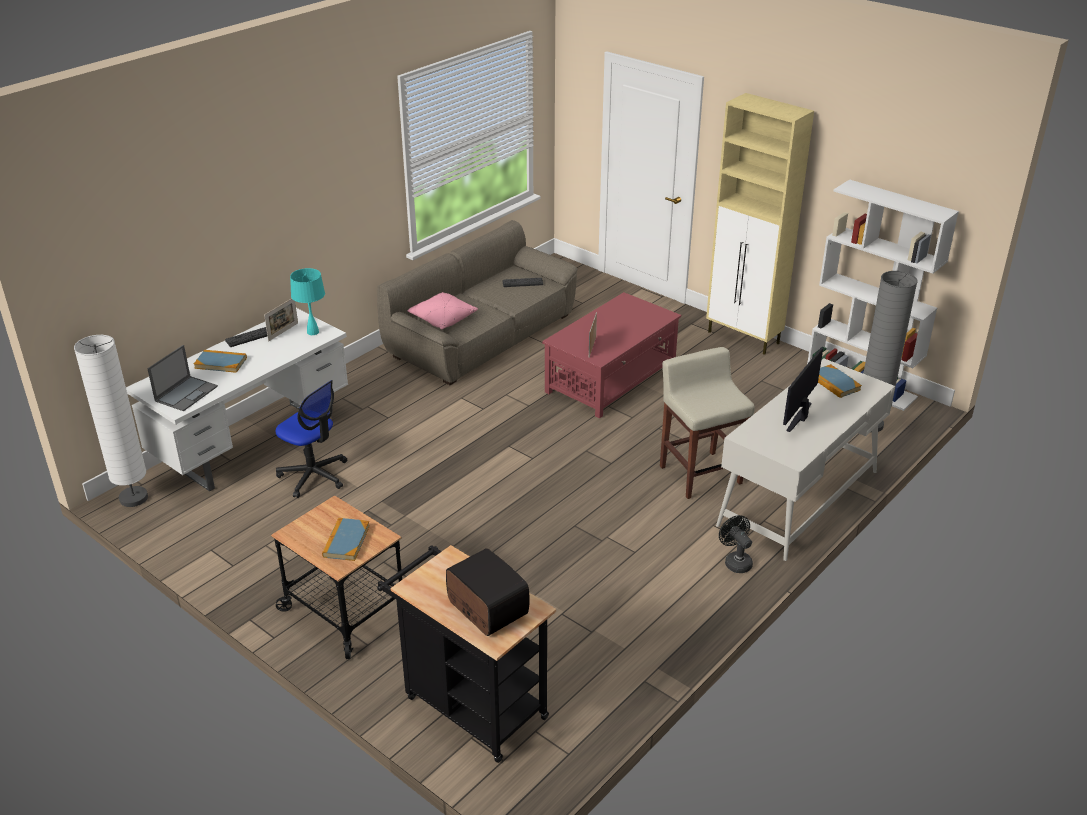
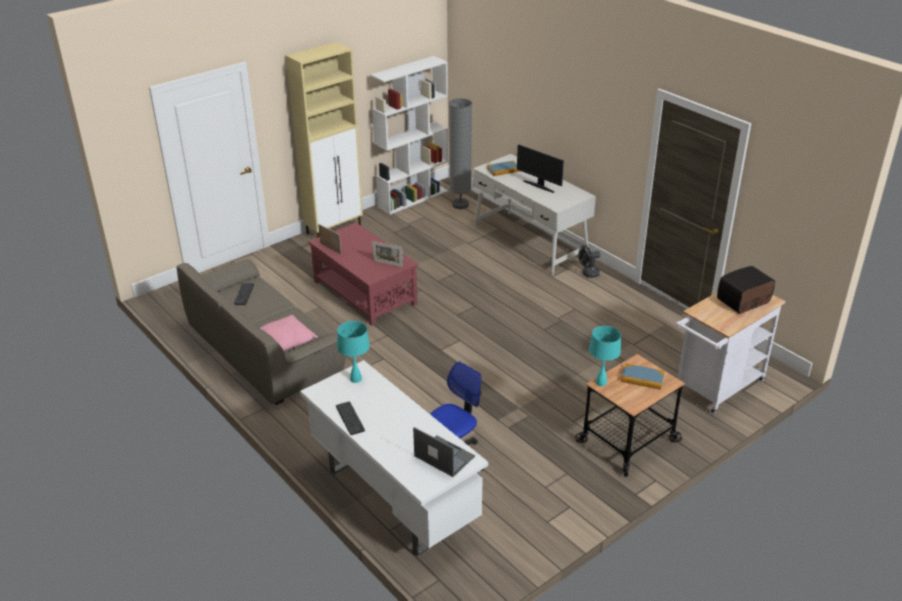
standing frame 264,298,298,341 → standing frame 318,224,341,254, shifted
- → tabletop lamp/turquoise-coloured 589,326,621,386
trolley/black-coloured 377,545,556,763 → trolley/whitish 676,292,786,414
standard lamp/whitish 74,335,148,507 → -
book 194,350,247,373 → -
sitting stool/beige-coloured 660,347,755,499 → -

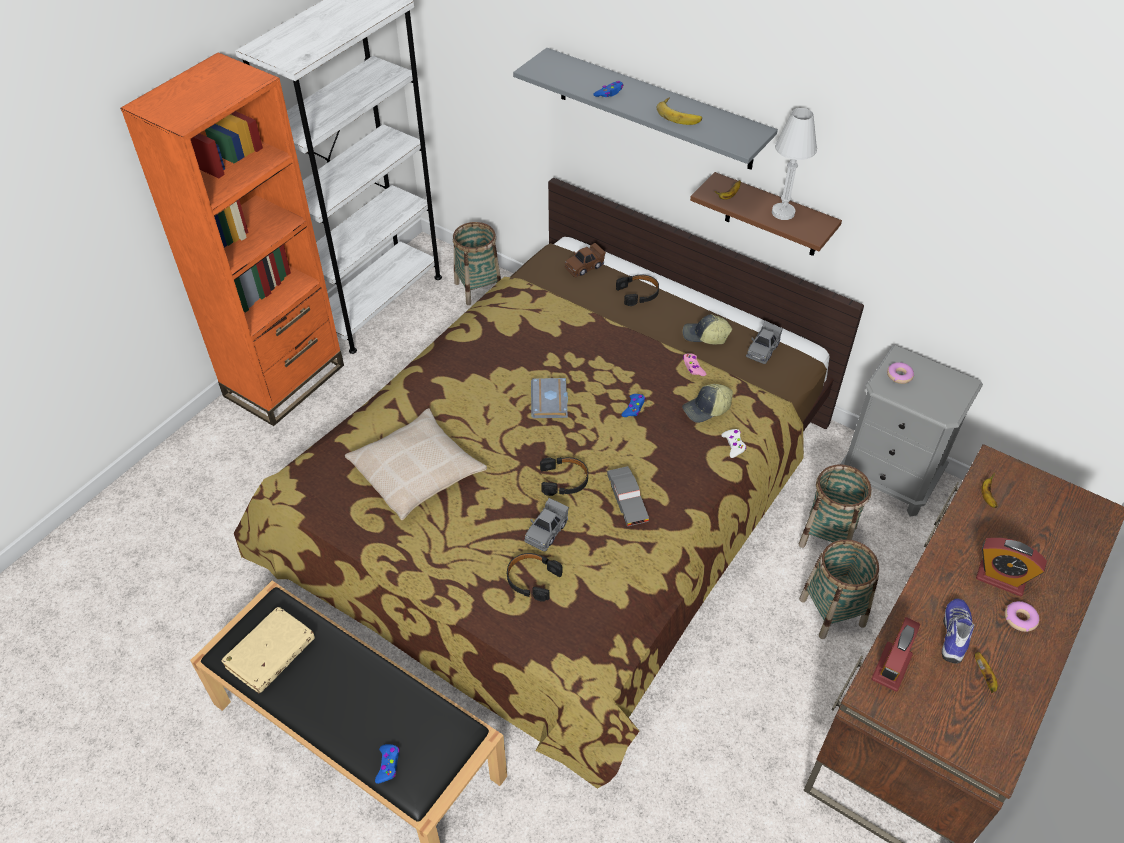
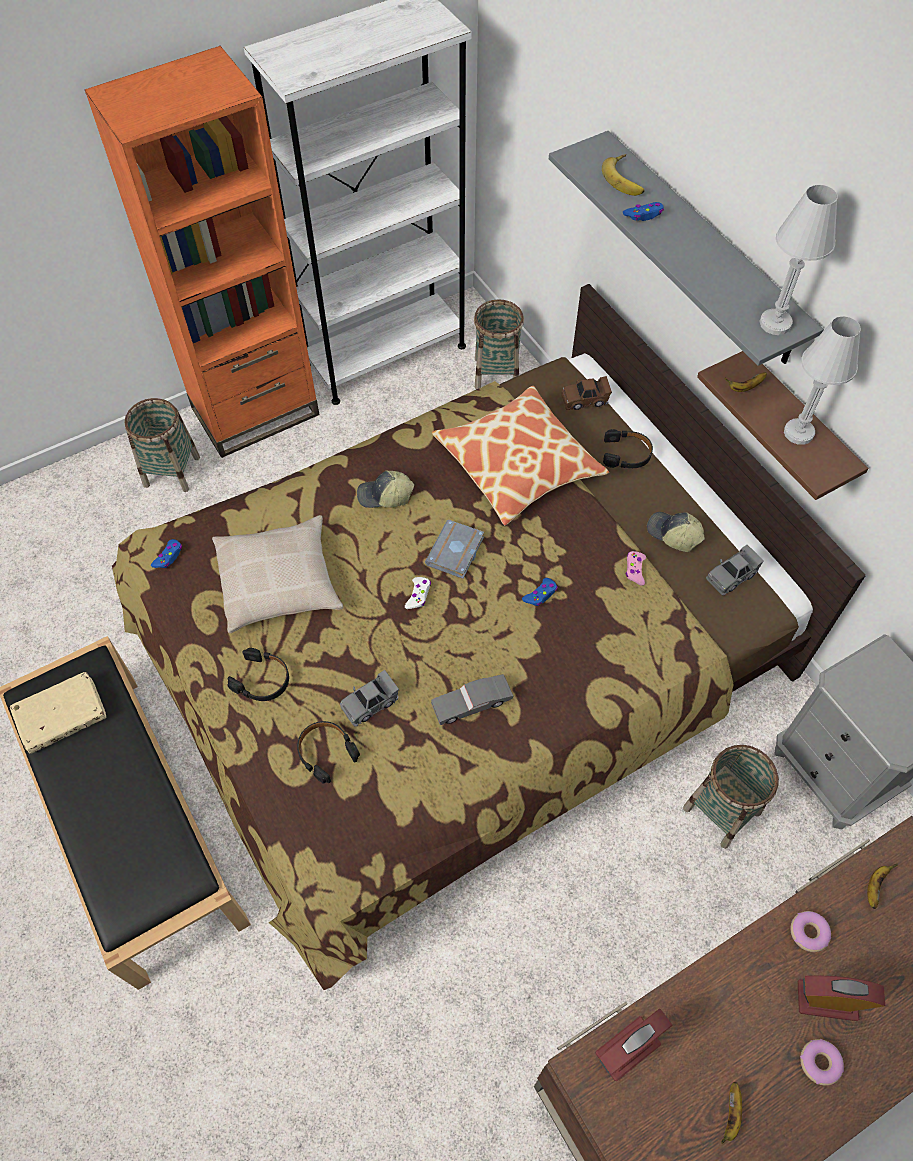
basket 799,539,879,639 → basket 125,398,200,492, shifted
joypad/blue-coloured 375,744,400,784 → joypad/blue-coloured 151,539,182,568, shifted
headphones/black-coloured 540,457,588,496 → headphones/black-coloured 227,648,289,701, shifted
cap 682,384,733,423 → cap 357,471,414,508, shifted
joypad/whitish 721,429,746,458 → joypad/whitish 405,577,431,609, shifted
model car/grey 607,466,649,527 → model car/grey 431,674,514,725, 60 degrees clockwise
- → pillow 432,386,609,526
banana 656,97,702,125 → banana 602,154,644,196, shifted
- → tabletop lamp/whitish 760,185,838,335
donut 887,362,914,384 → donut 790,911,831,952, shifted
alarm clock 976,538,1047,596 → alarm clock 798,975,885,1021, 135 degrees clockwise
shoe 942,598,974,664 → -

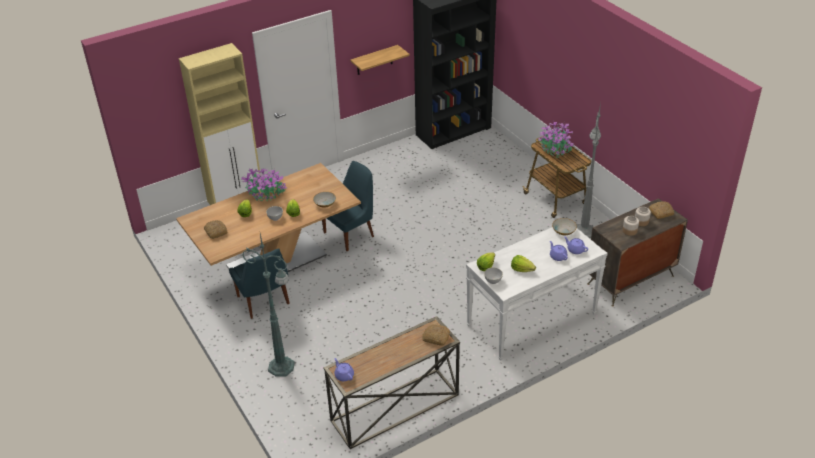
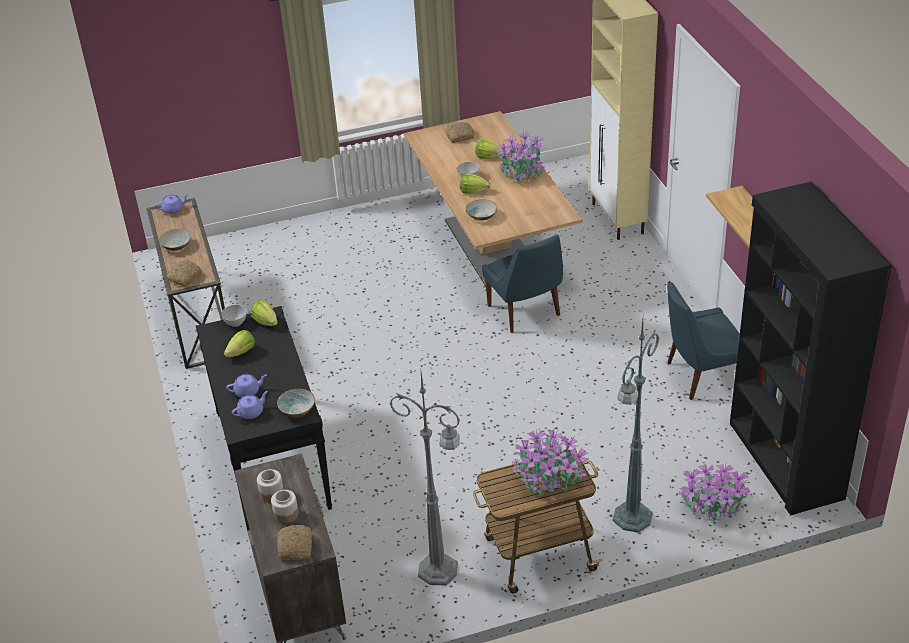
- → serving bowl 159,229,191,251
hall table/whitish 466,227,608,361 → hall table/black-coloured 196,306,332,510
standard lamp/green-coloured 242,234,295,377 → standard lamp/green-coloured 613,320,659,533, shifted
chair/blue-coloured 229,249,290,319 → chair/blue-coloured 667,281,740,400, shifted
- → houseplant 678,462,751,524

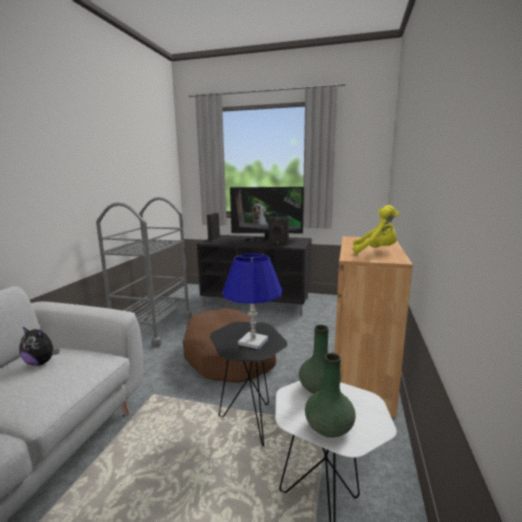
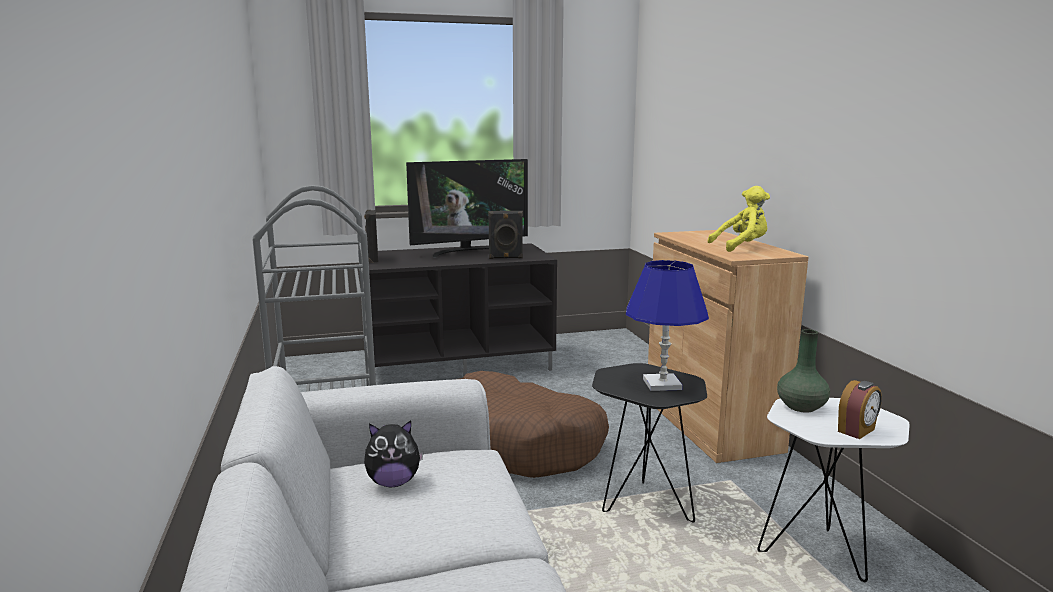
flower vase/green-coloured 305,353,356,438 → alarm clock 838,380,882,439

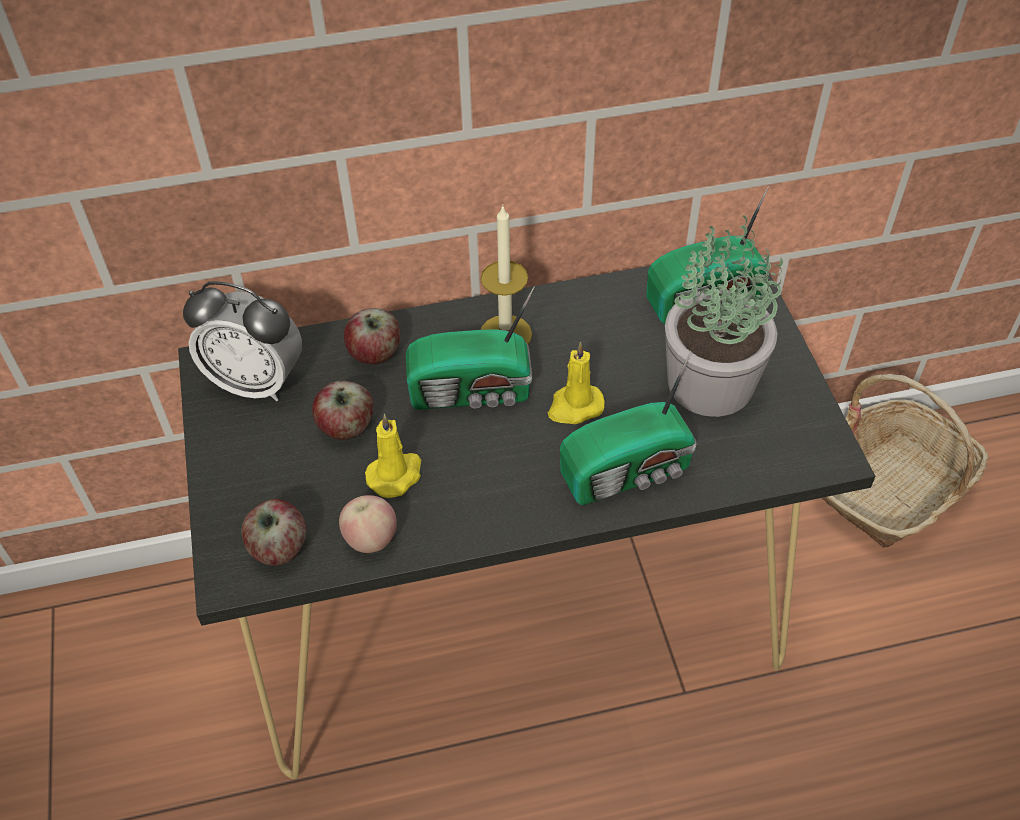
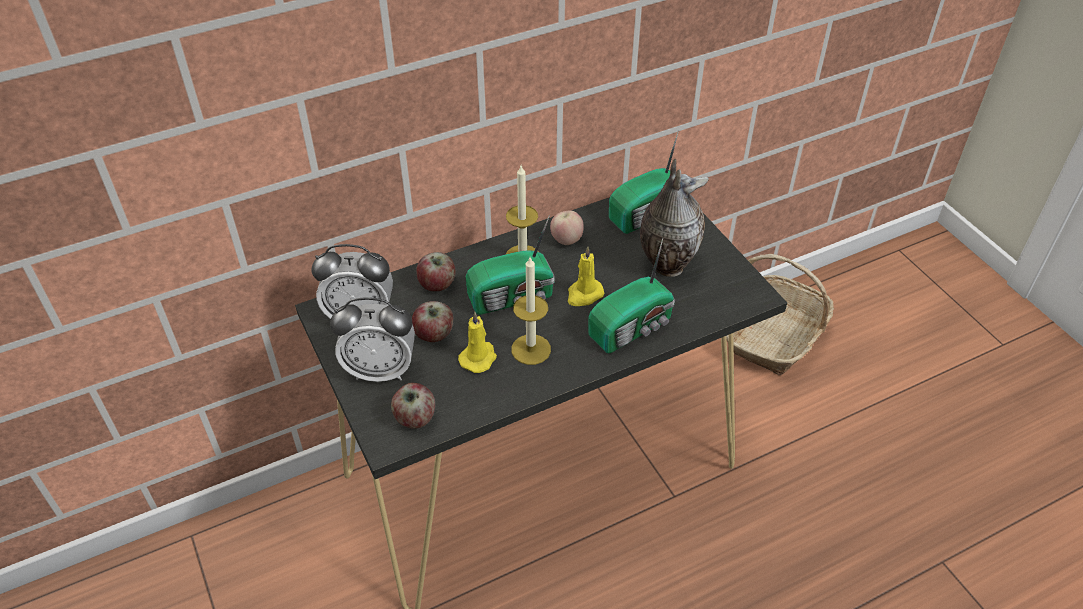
- → alarm clock 330,297,415,382
- → wax light 511,257,551,365
whole apple 339,495,397,553 → whole apple 550,210,584,245, shifted
houseplant 665,215,783,417 → flower vase 640,159,709,277

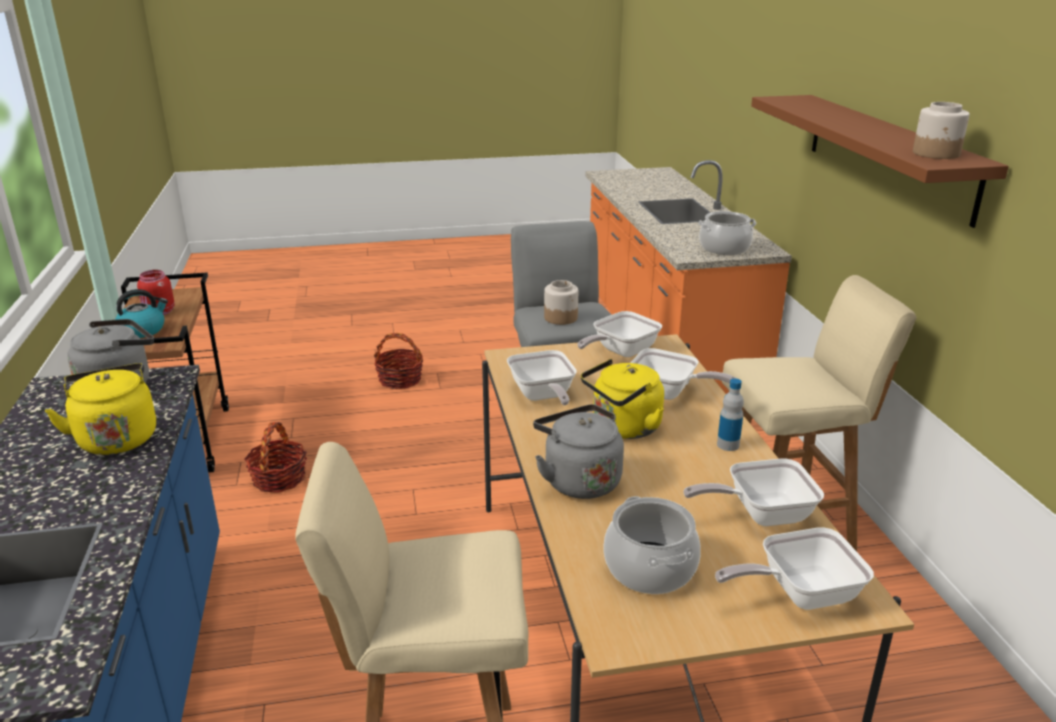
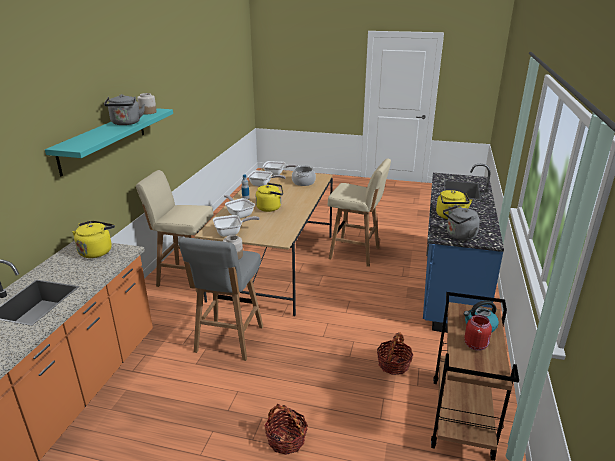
wall shelf/brown 751,95,1009,228 → wall shelf/turquoise-coloured 45,108,173,176
cooking pot 698,211,756,255 → tea kettle/yellow 72,220,115,258
tea kettle/grey 533,404,624,499 → tea kettle/grey 104,94,145,125, shifted
pan 507,350,577,405 → -

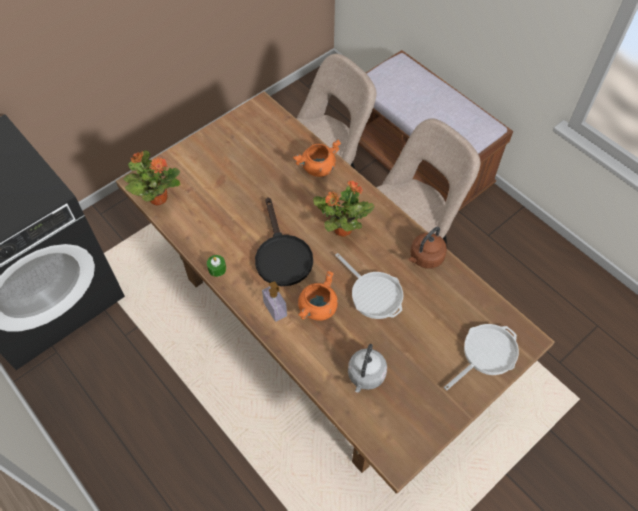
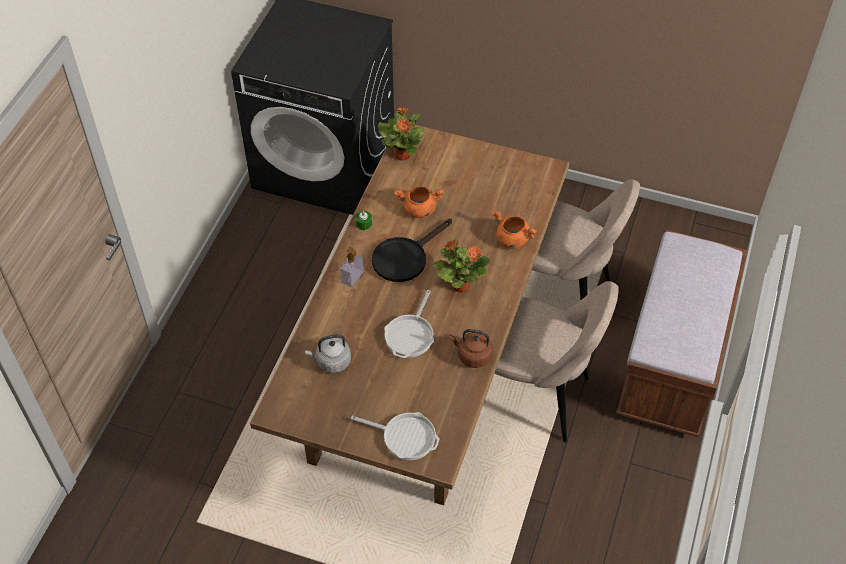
cooking pot/orangey 298,270,338,321 → cooking pot/orangey 394,186,444,218, shifted

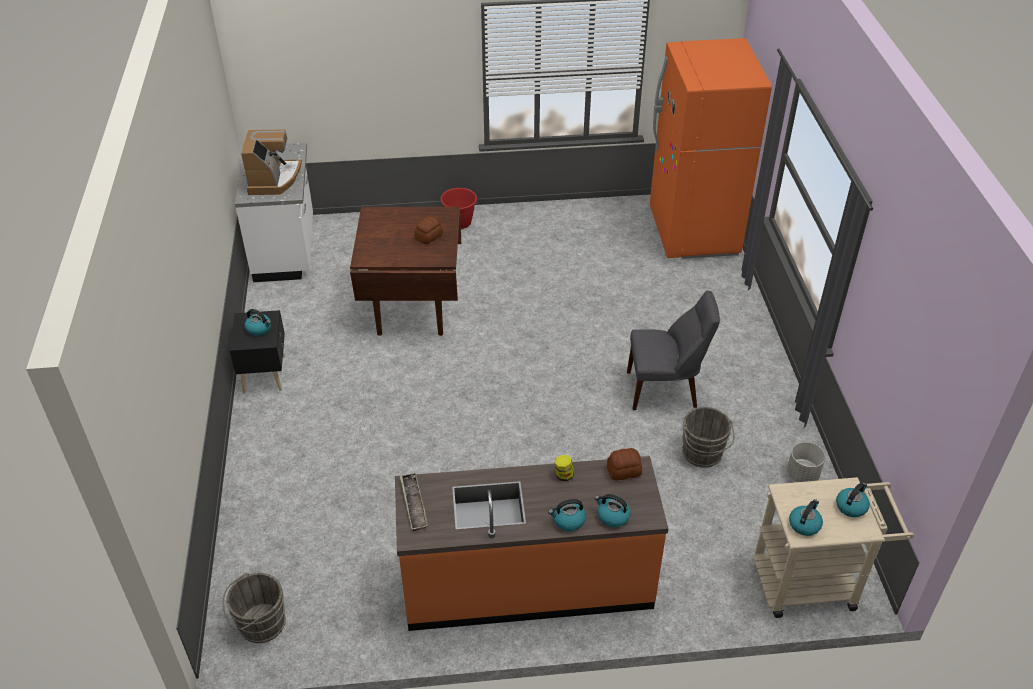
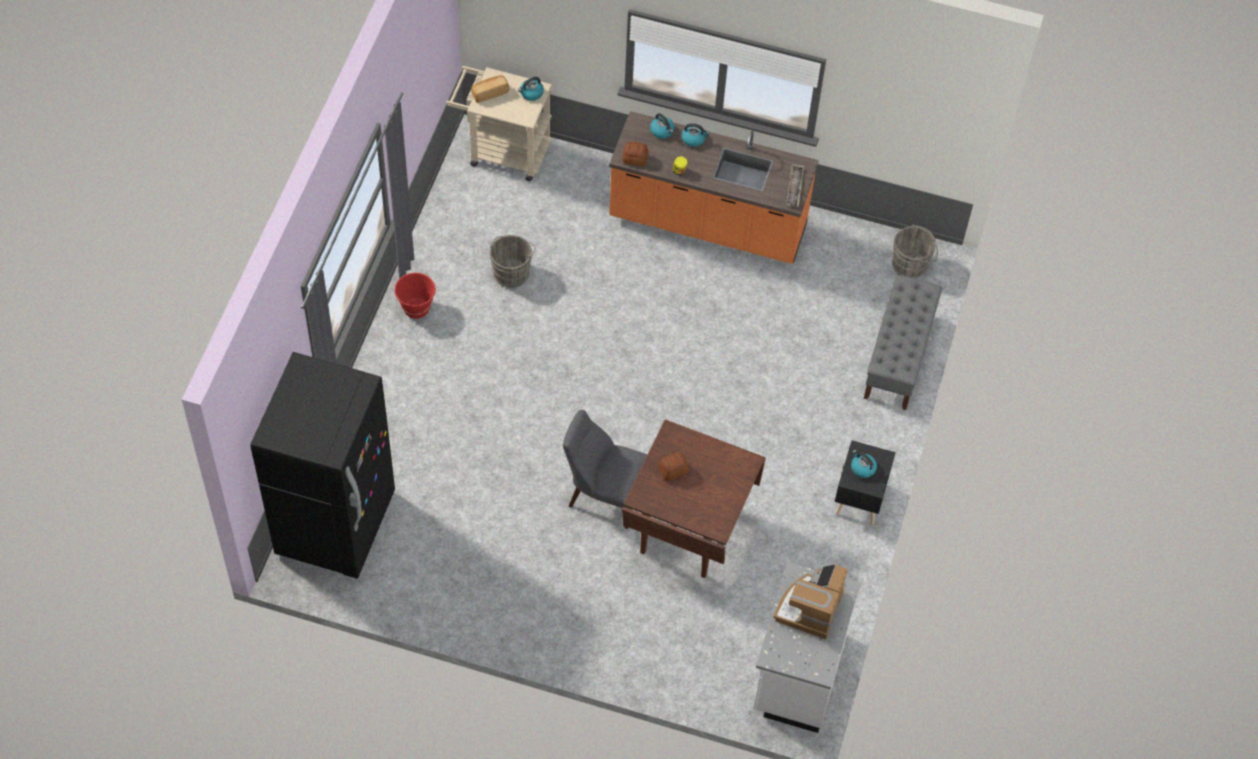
fridge/orangey 650,38,772,259 → fridge/black-coloured 250,352,395,579
water bucket/red-coloured 441,188,478,229 → water bucket/red-coloured 394,273,436,319, shifted
tea kettle 836,482,870,517 → bakery bread 471,75,509,103
chair/grey 627,290,720,410 → chair/grey 563,410,647,529, shifted
- → long seat/grey 864,275,942,410
plant pot/grey 787,442,825,482 → -

